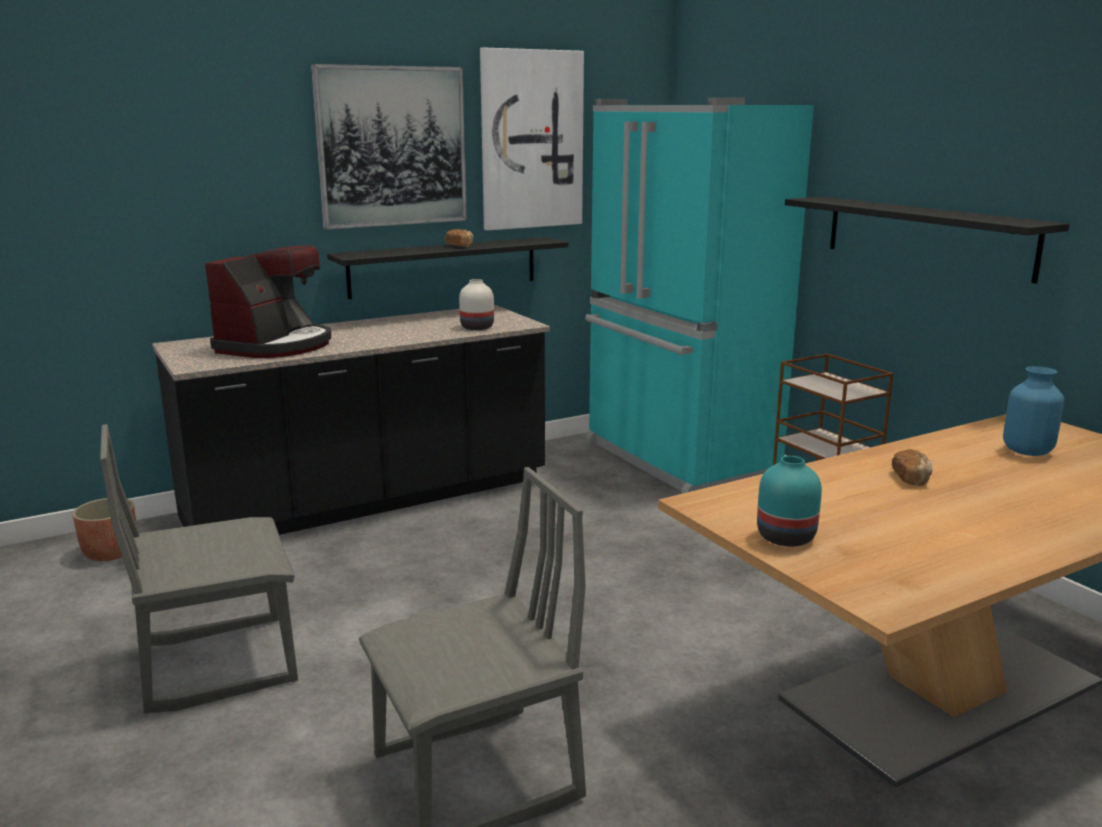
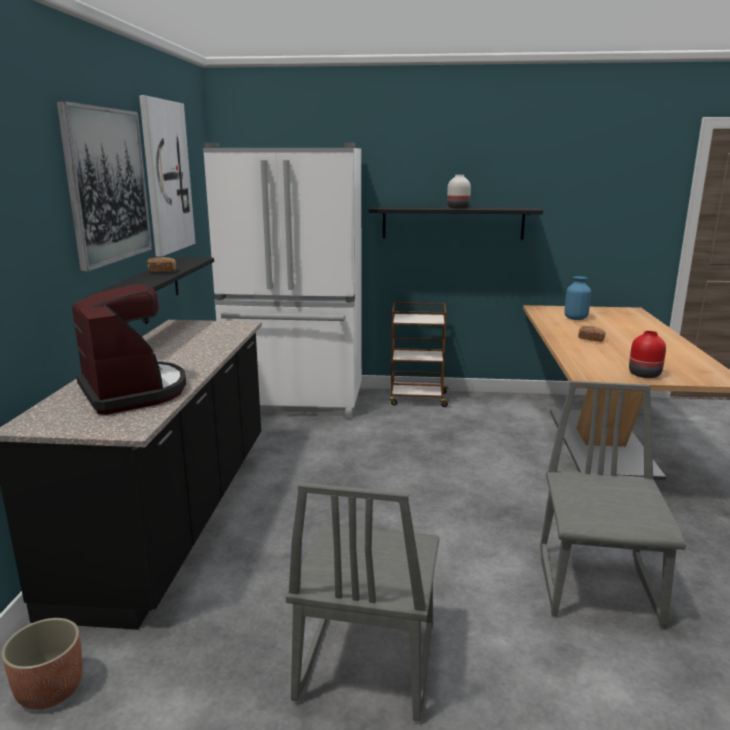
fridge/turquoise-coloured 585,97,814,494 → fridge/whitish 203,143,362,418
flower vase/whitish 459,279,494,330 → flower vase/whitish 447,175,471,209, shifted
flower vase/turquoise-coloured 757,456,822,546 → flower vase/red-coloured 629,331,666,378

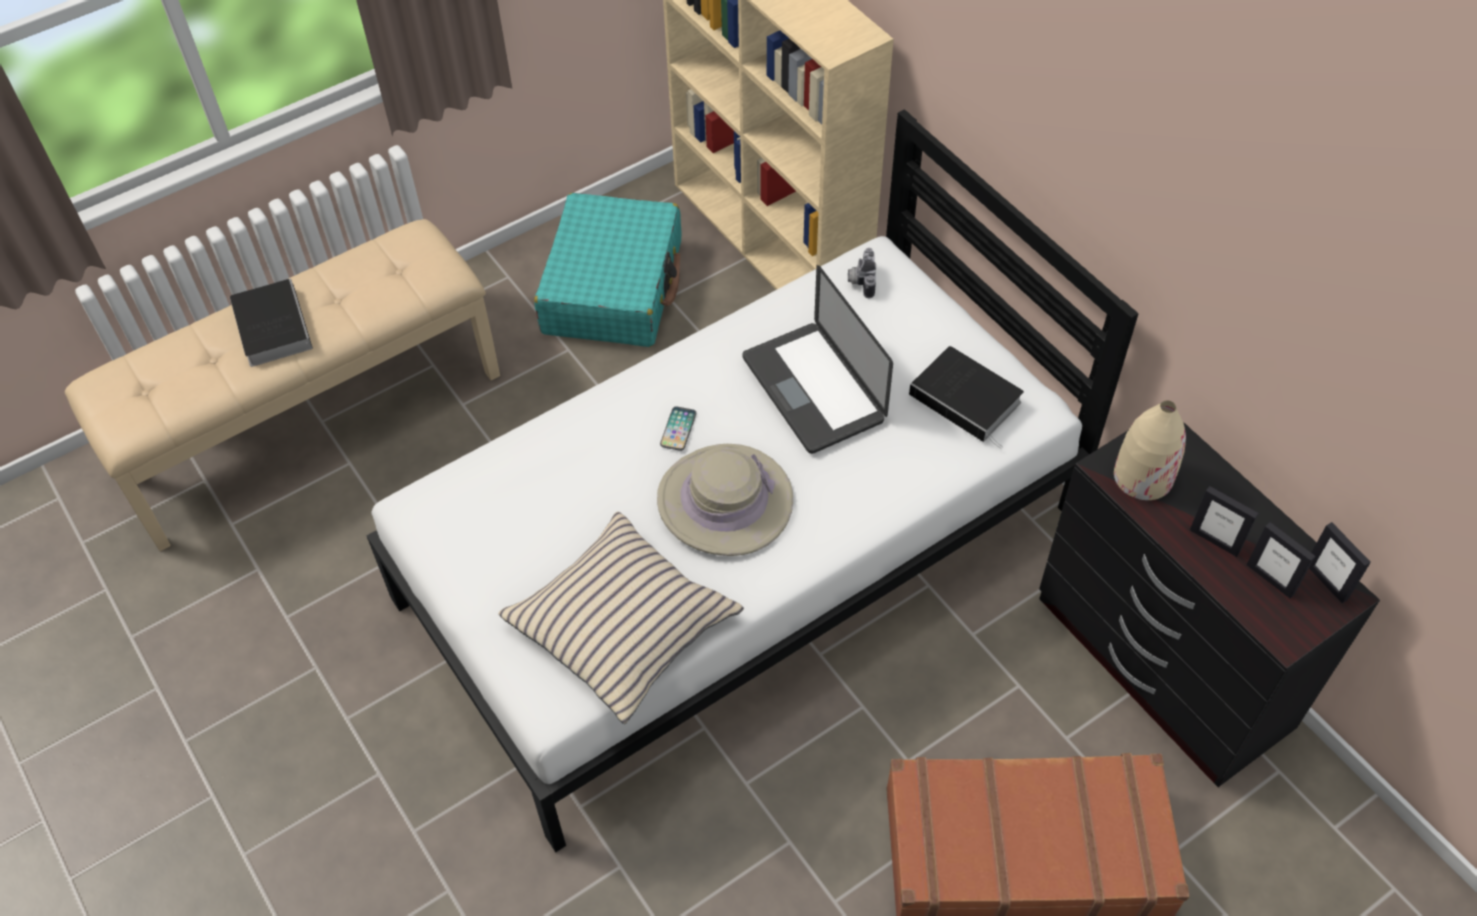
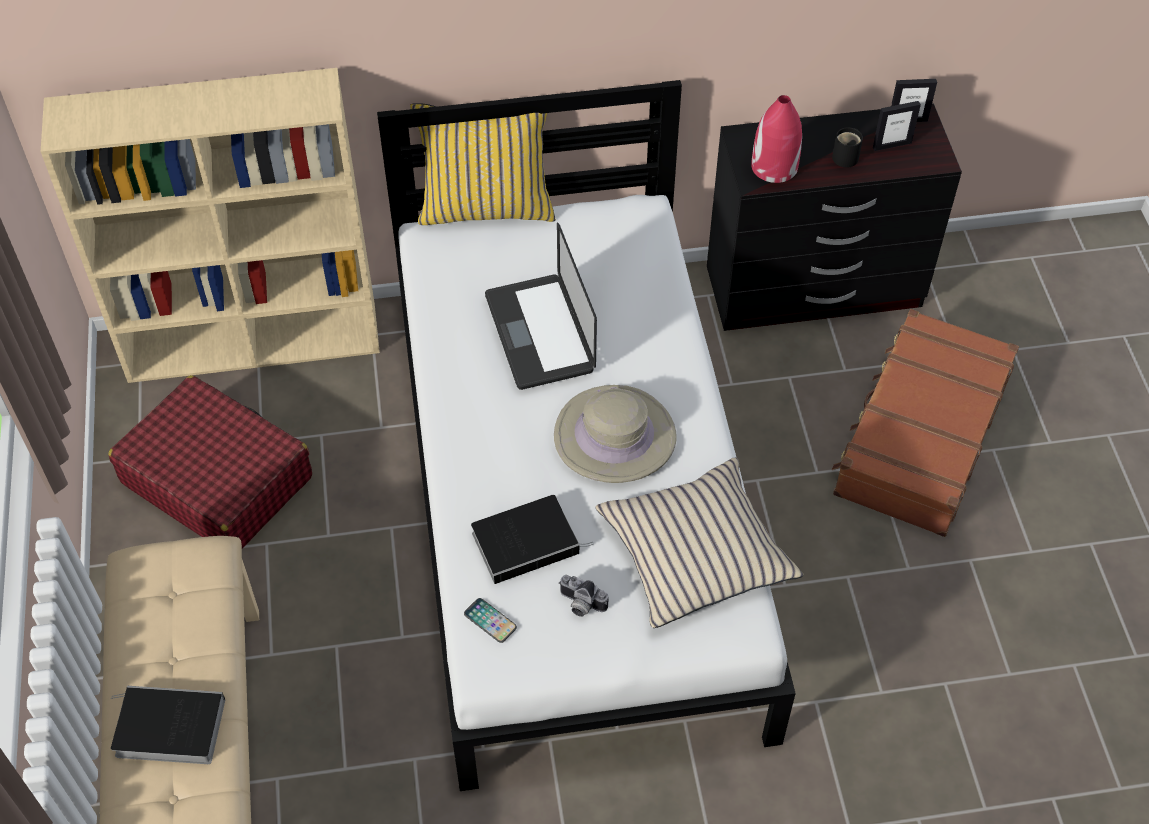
piece of luggage/turquoise-coloured 534,193,681,347 → piece of luggage/red-coloured 108,375,312,548
- → pillow/yellow 410,103,556,225
handset 660,406,696,451 → handset 464,598,517,643, shifted
book 909,346,1024,449 → book 471,495,594,584, shifted
laptop 743,265,893,454 → laptop 485,223,597,390, 75 degrees clockwise
still camera 848,248,876,298 → still camera 559,575,609,617, shifted
flower vase/beige-coloured 1114,400,1186,500 → flower vase/red-coloured 751,95,802,183
standing frame 1190,486,1258,557 → mug/black-coloured 832,127,863,168

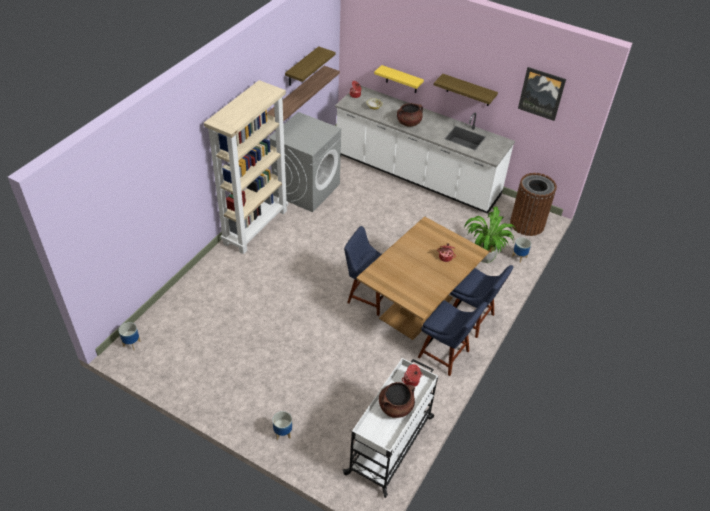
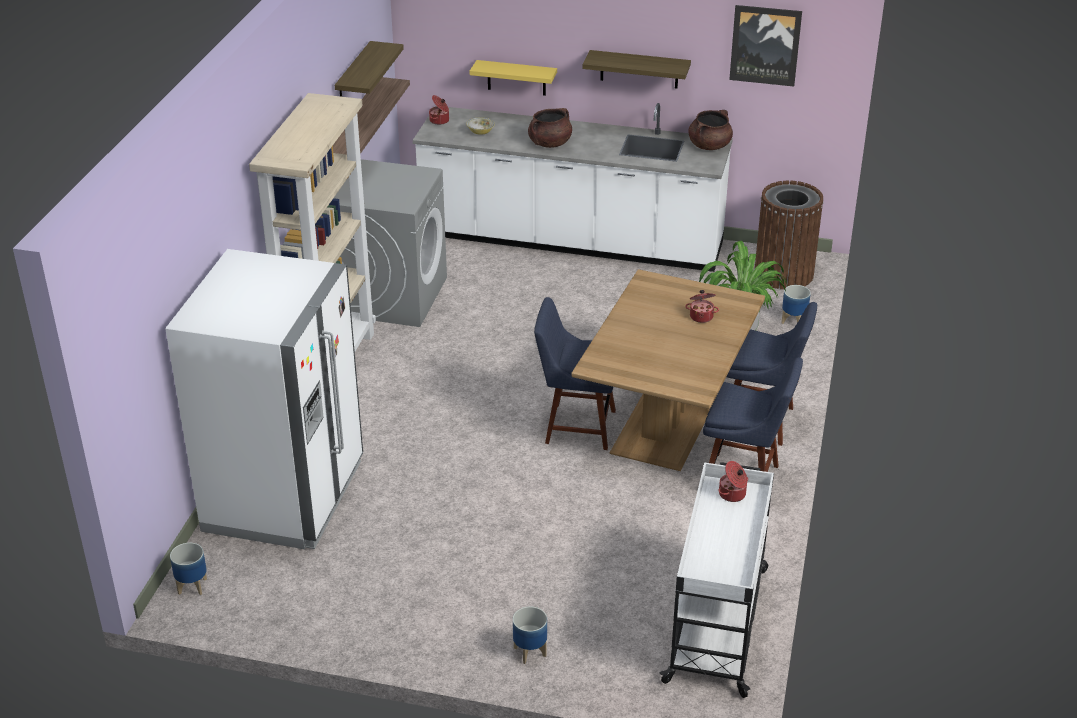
- → fridge/whitish 165,249,363,549
cooking pot/brown 379,382,415,418 → cooking pot/brown 688,110,733,150, shifted

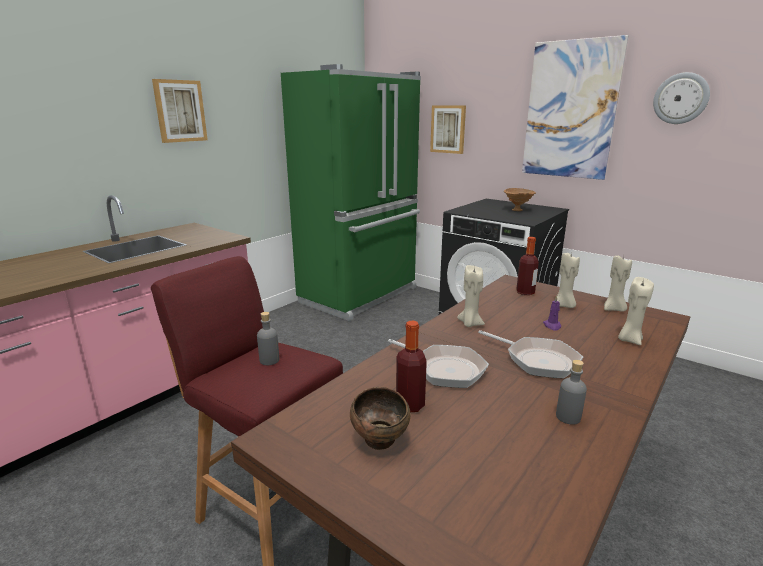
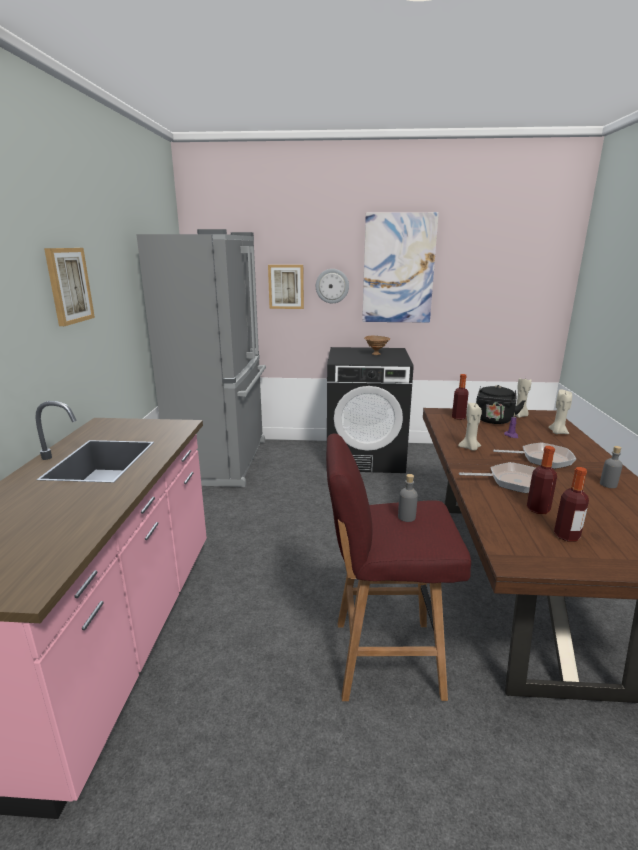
fridge/green-coloured 281,64,421,321 → fridge/grey 136,229,266,487
clock on the wall 653,72,710,124 → clock on the wall 316,269,349,303, shifted
wax light/beige-coloured 557,253,580,308 → tea kettle/black-coloured 476,385,525,424
serving bowl/brown 350,387,411,450 → drink bottle 554,467,589,542

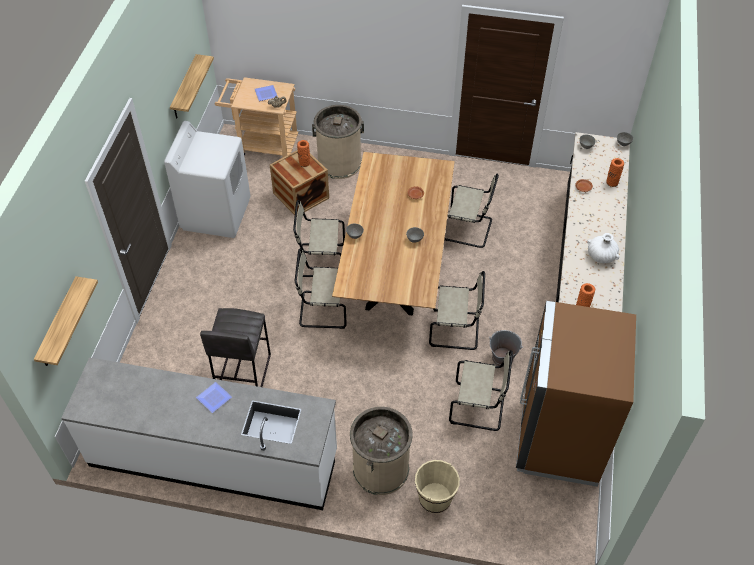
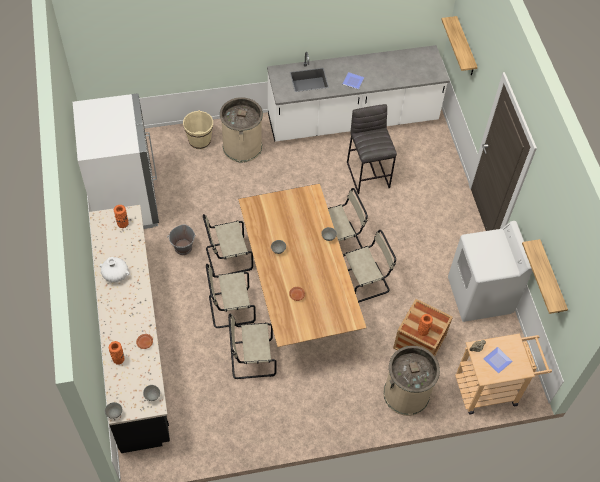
fridge/brown 516,301,636,487 → fridge/whitish 73,93,159,229
chair/beige-coloured 449,350,513,431 → chair/beige-coloured 206,264,256,328, shifted

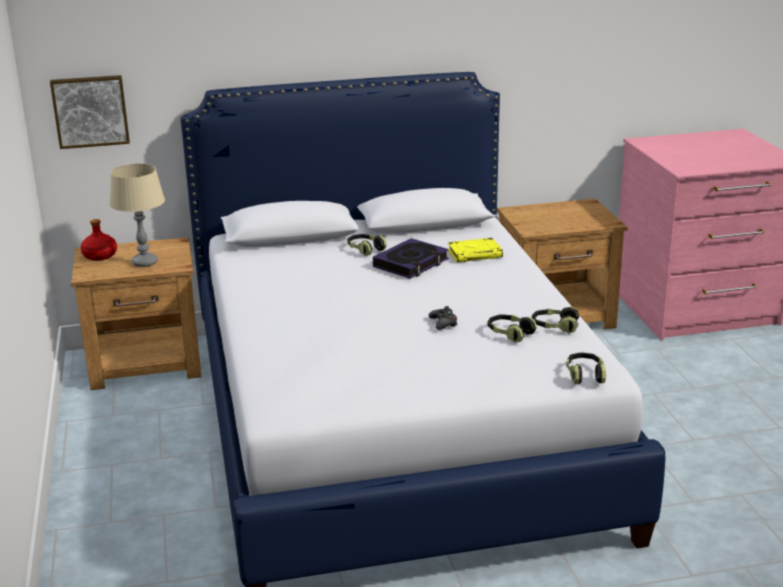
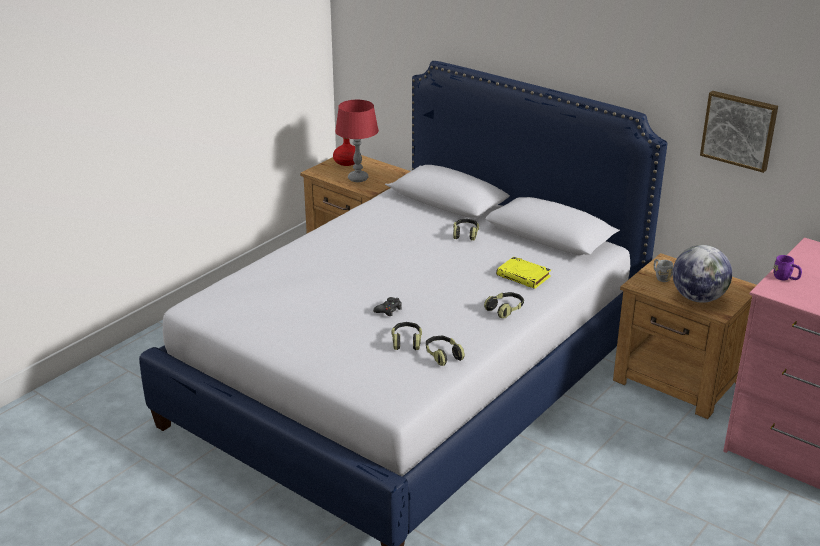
tabletop lamp/beige-coloured 109,164,165,267 → tabletop lamp/red-coloured 335,100,379,182
headphones 566,353,606,384 → headphones 484,292,524,318, shifted
- → mug/grey 654,259,673,282
- → desk globe 672,245,732,303
picture 50,75,130,149 → picture 700,91,778,173, shifted
- → mug/purple-coloured 773,255,802,280
book 373,238,448,279 → -

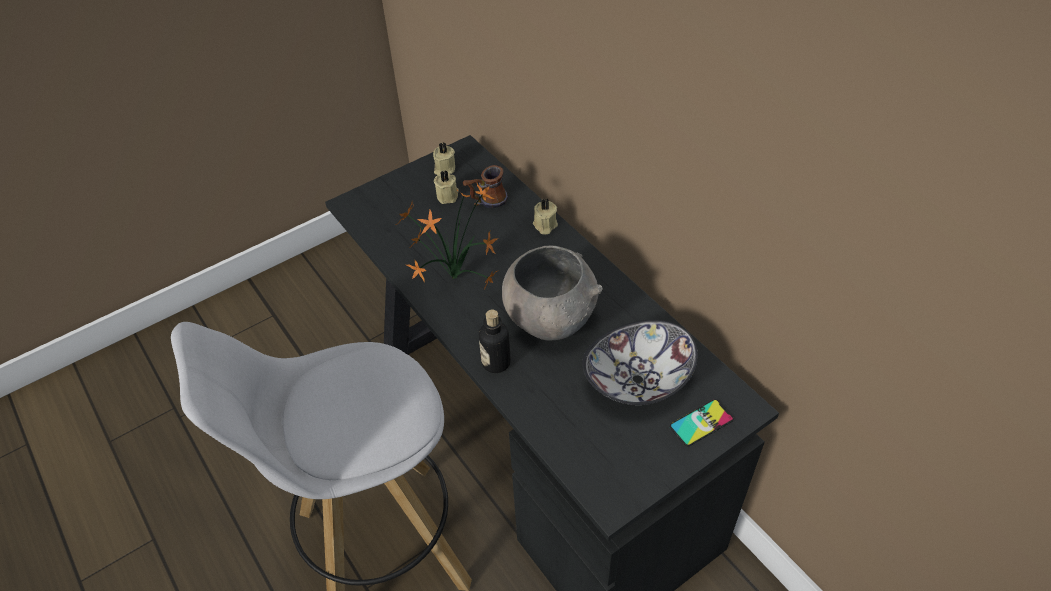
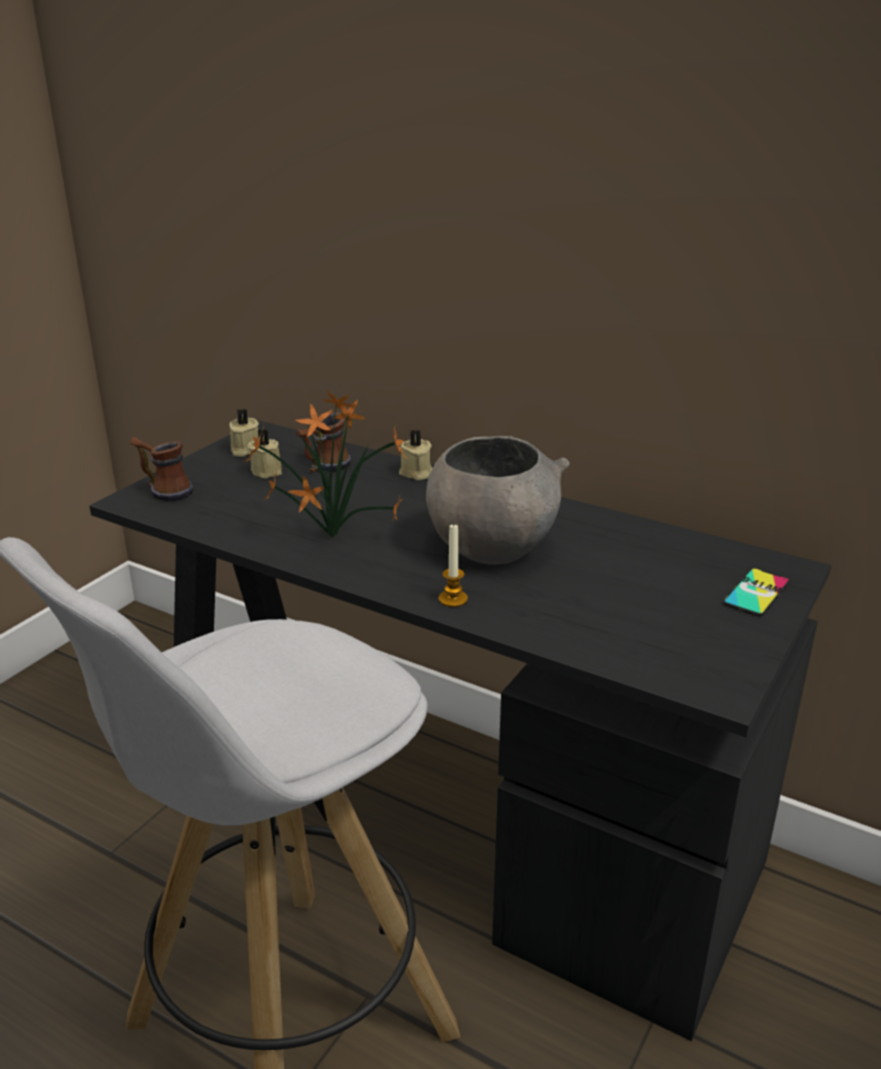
- → mug 130,437,193,502
drink bottle 479,309,511,373 → wax light 439,523,468,607
serving bowl 582,320,698,405 → -

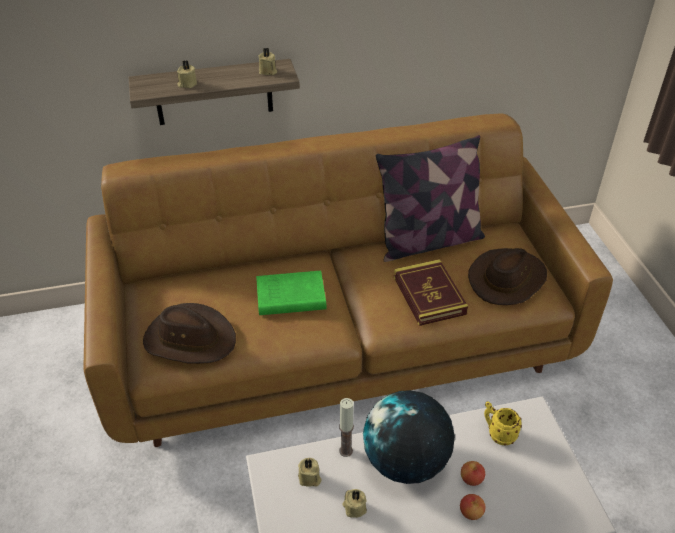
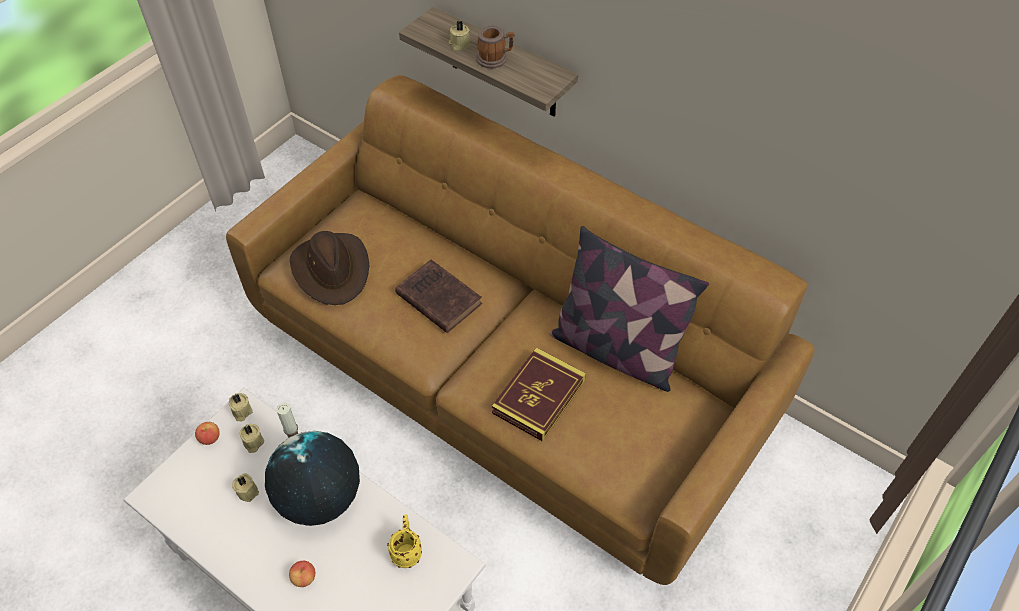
whole apple 461,461,485,486 → whole apple 195,422,220,445, shifted
wax light/beige-coloured 259,48,277,75 → wax light/beige-coloured 229,393,252,421, shifted
book/green-coloured 256,271,326,315 → book/brown 395,260,482,333
- → mug 476,25,515,69
hat/brown 468,248,547,305 → -

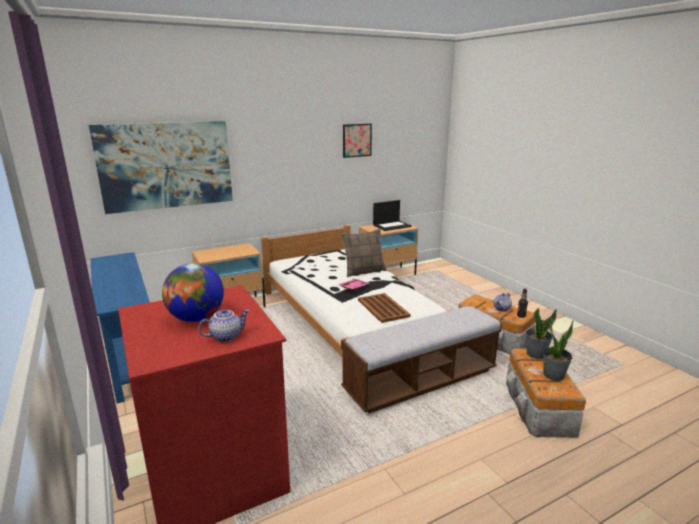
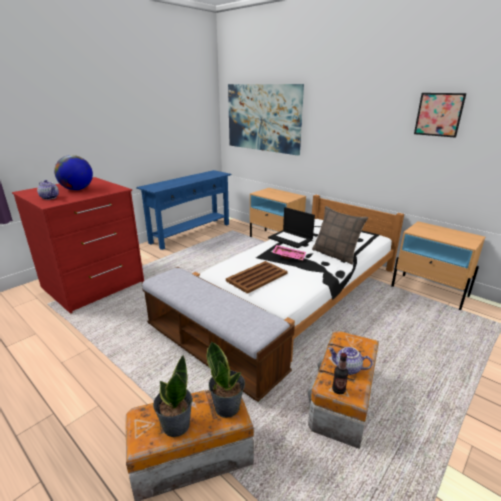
laptop 373,200,412,231 → laptop 268,207,315,248, shifted

